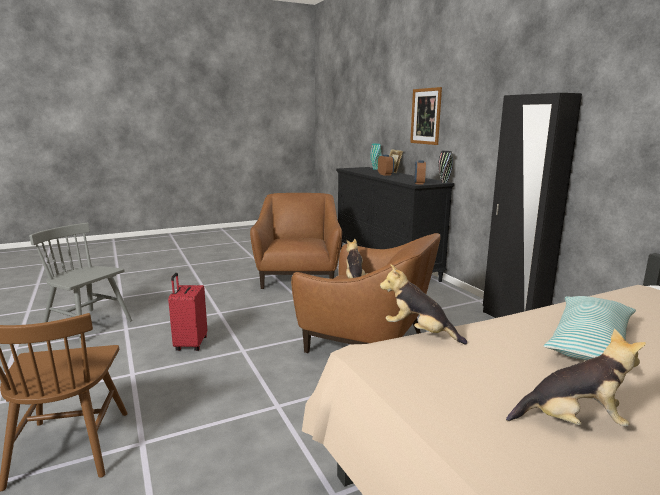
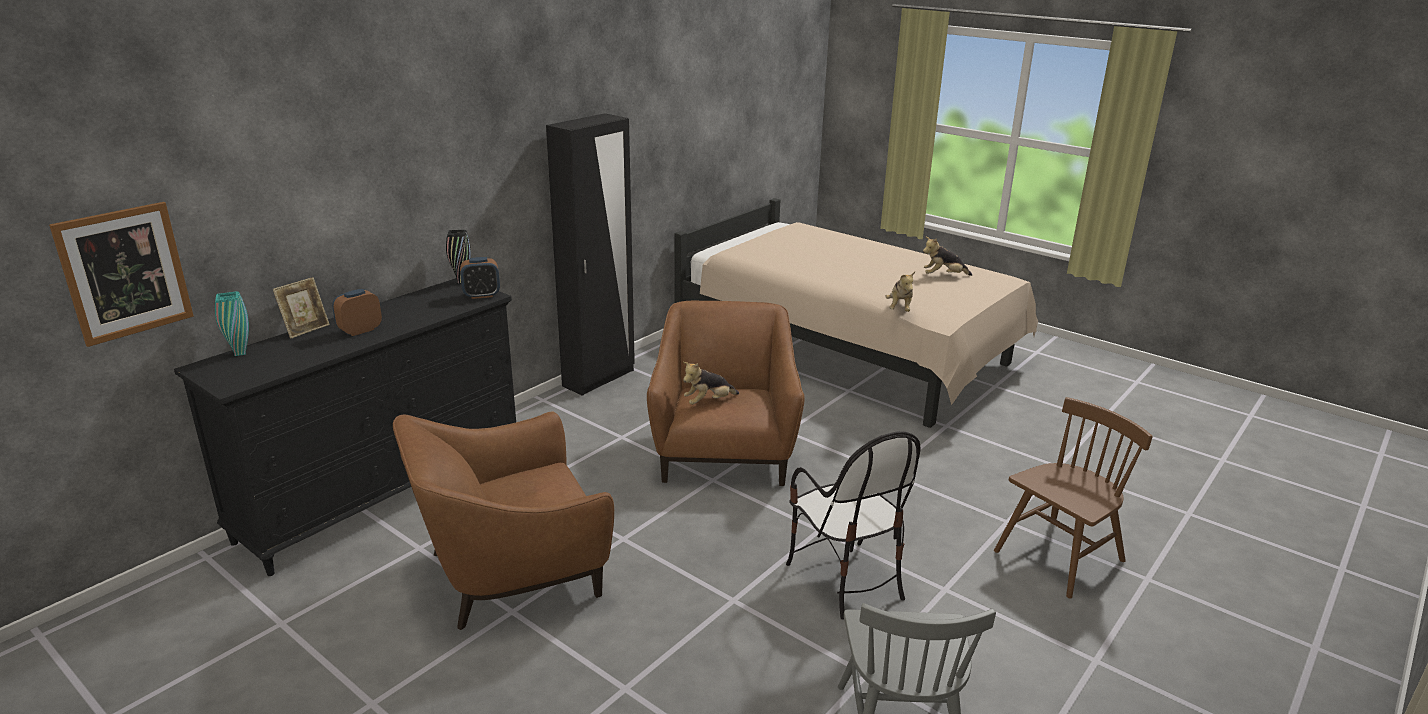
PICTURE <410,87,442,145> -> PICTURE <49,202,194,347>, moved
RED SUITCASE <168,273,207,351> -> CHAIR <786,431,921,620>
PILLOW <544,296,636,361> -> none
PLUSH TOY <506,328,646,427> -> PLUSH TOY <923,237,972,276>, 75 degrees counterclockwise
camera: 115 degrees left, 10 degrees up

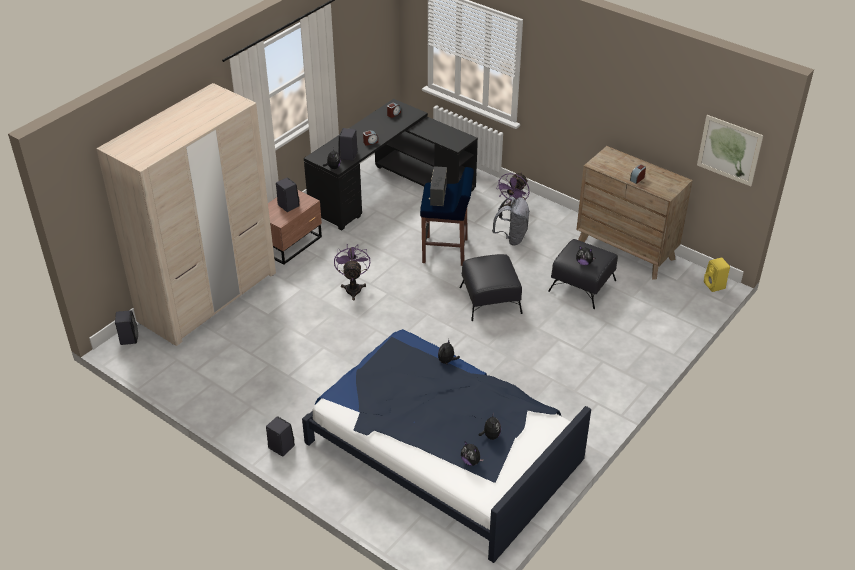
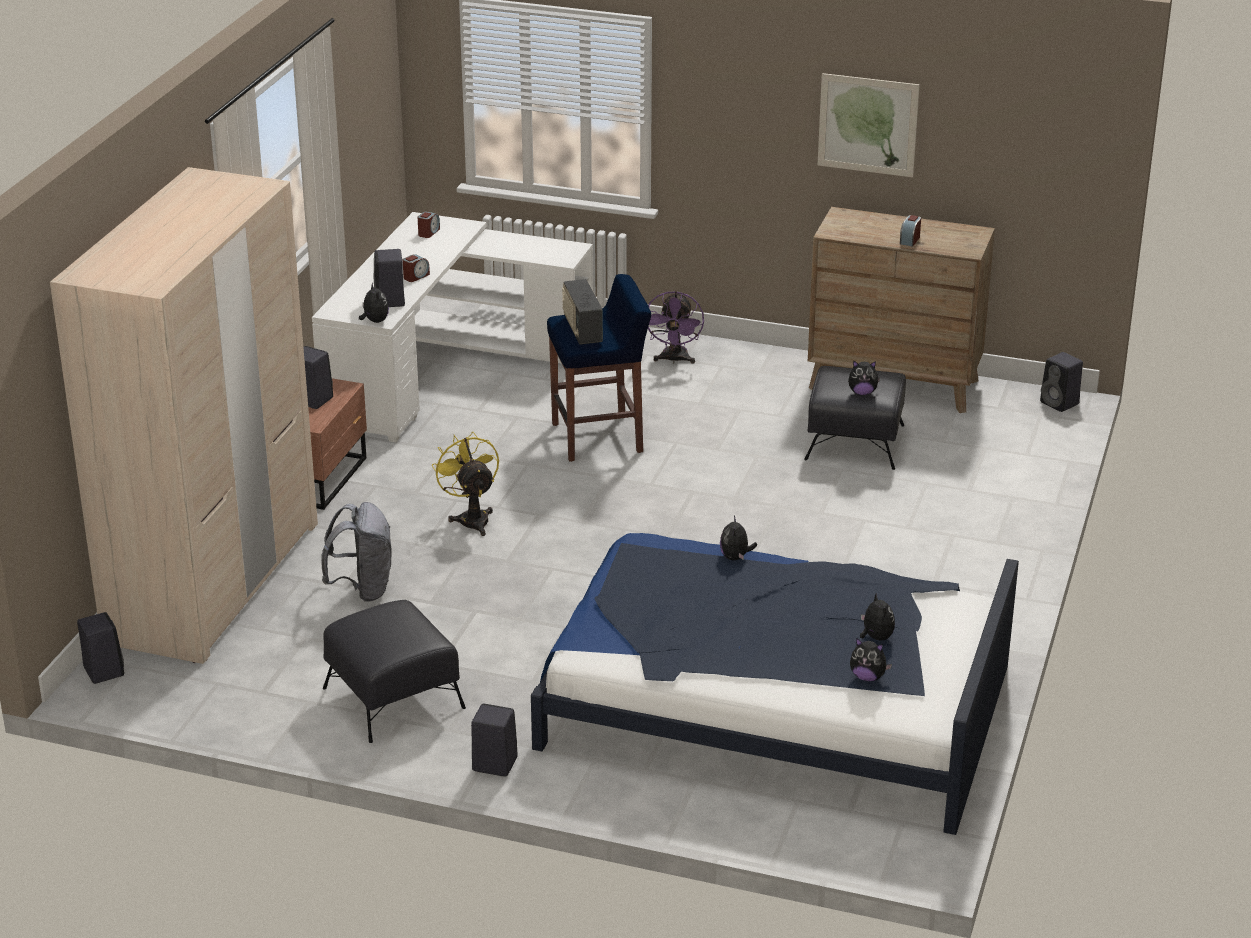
BLACK DESK <304,99,478,230> -> WHITE DESK <312,212,593,442>
PICTURE <697,115,763,186> -> PICTURE <818,73,920,177>, moved
GREY BACKPACK <492,196,530,245> -> GREY BACKPACK <321,502,391,602>, moved
PURPLE FAN <334,244,370,301> -> YELLOW FAN <432,432,499,536>
BLACK OTTOMAN <460,254,523,321> -> BLACK OTTOMAN <323,600,466,743>, moved
YELLOW SPEAKER <704,258,730,292> -> BLACK SPEAKER <1040,352,1083,412>
camera: 20 degrees left, 10 degrees down

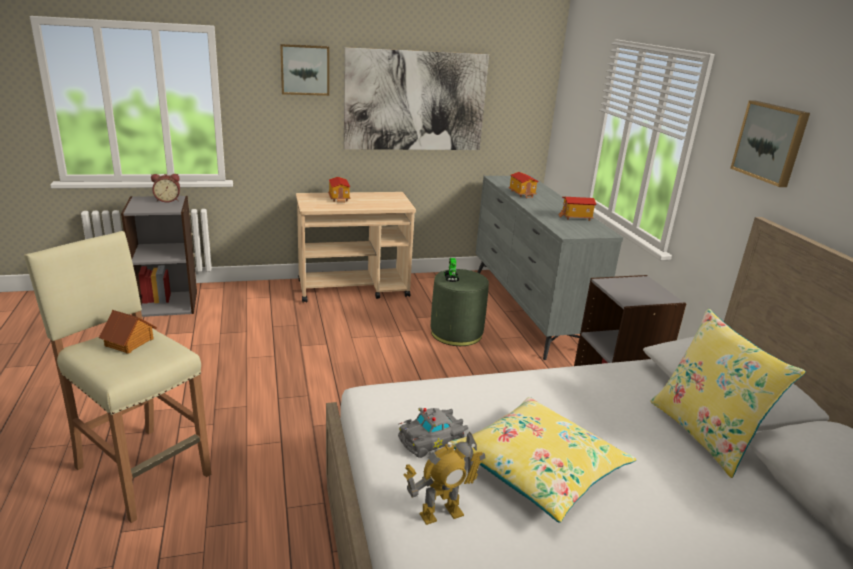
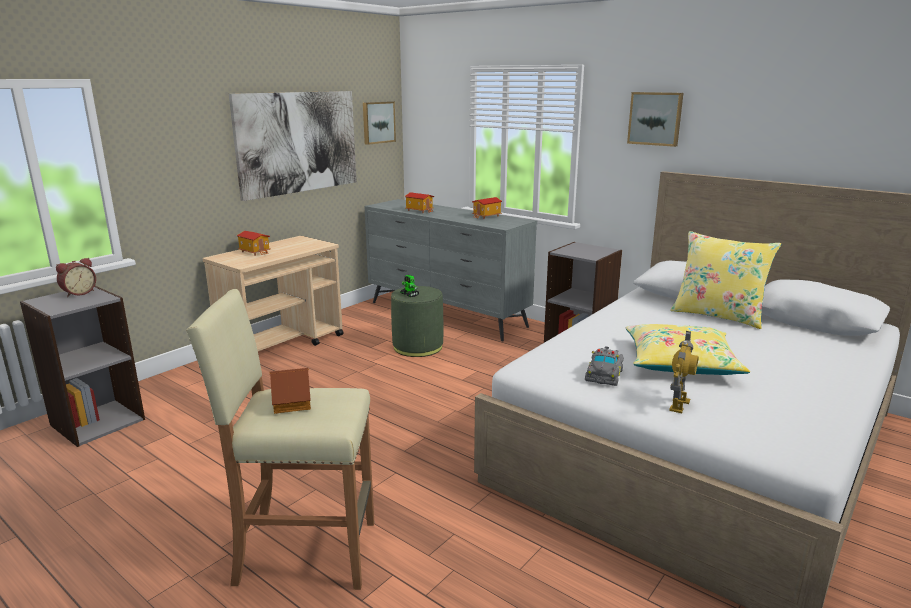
PICTURE <280,44,329,96> -> PICTURE <363,101,396,145>, moved
camera: 35 degrees left, 5 degrees down

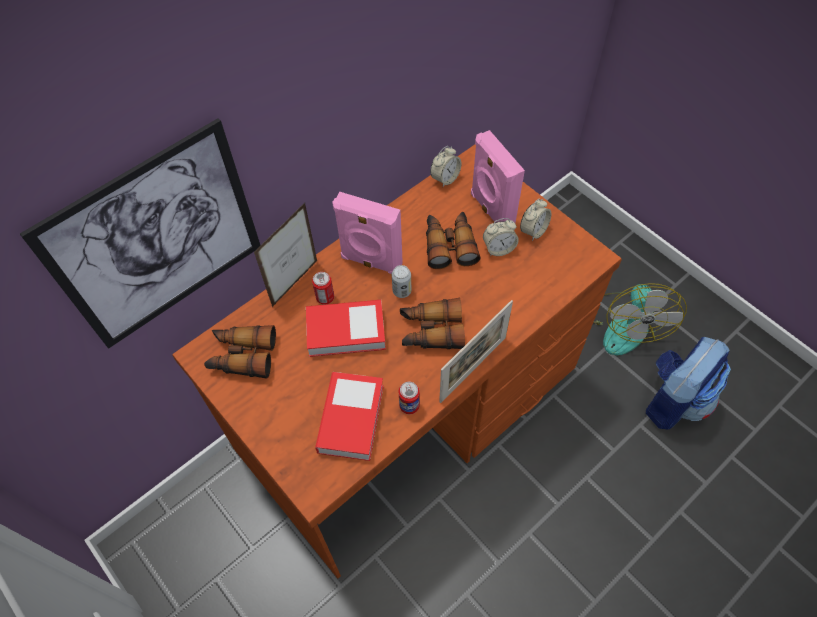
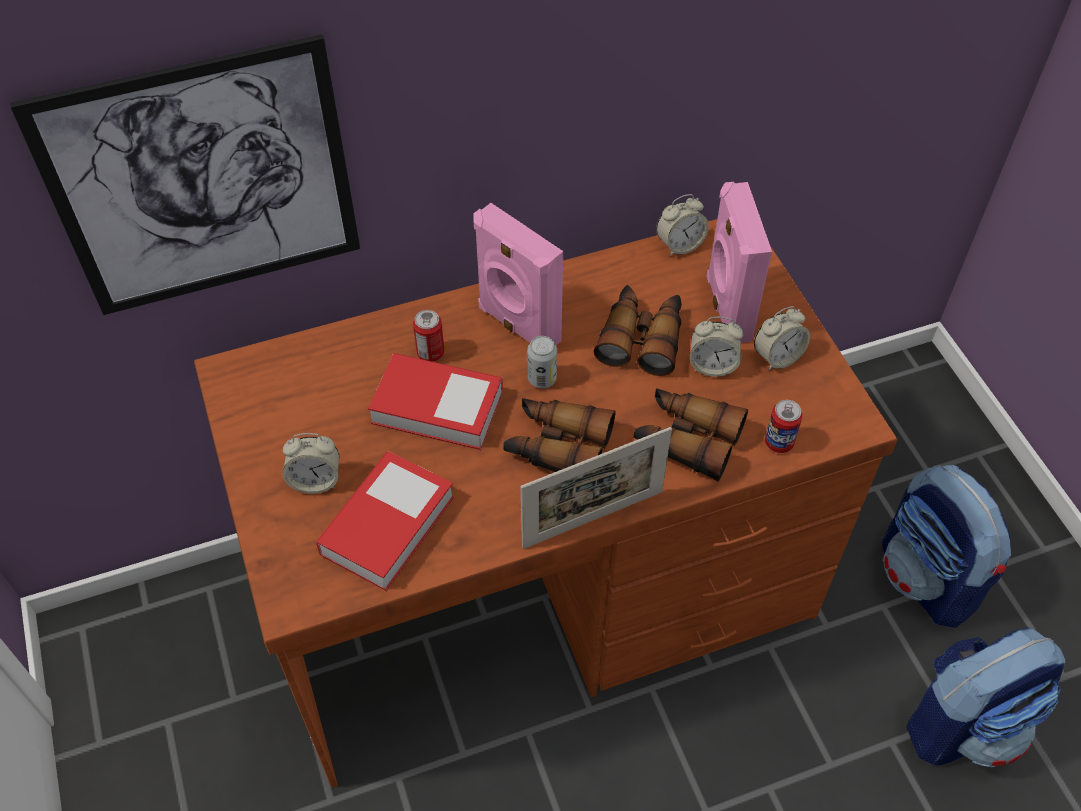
PICTURE FRAME <254,203,318,307> -> none
FAN <593,283,687,356> -> BACKPACK <882,465,1011,628>
BINOCULARS <204,325,276,379> -> BINOCULARS <634,388,748,482>, moved
CAN <399,382,420,414> -> CAN <765,400,803,453>, moved
none -> ALARM CLOCK <282,433,339,494>
camera: 20 degrees right, 5 degrees down

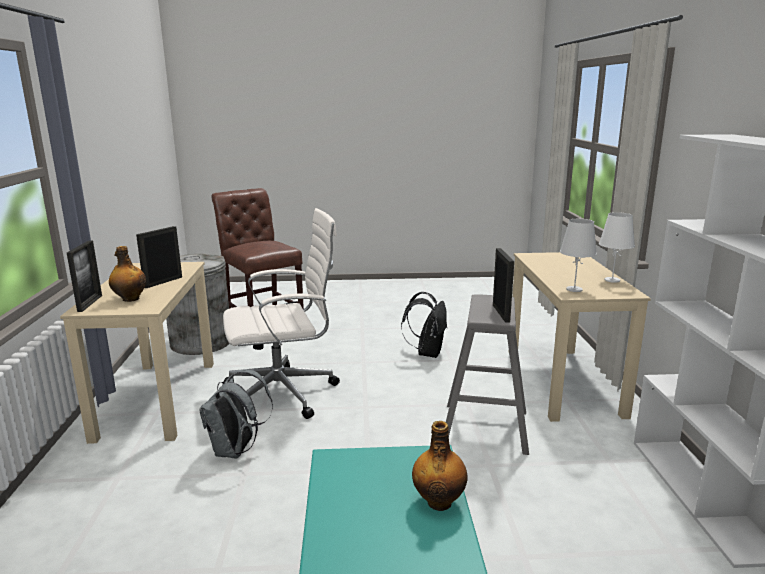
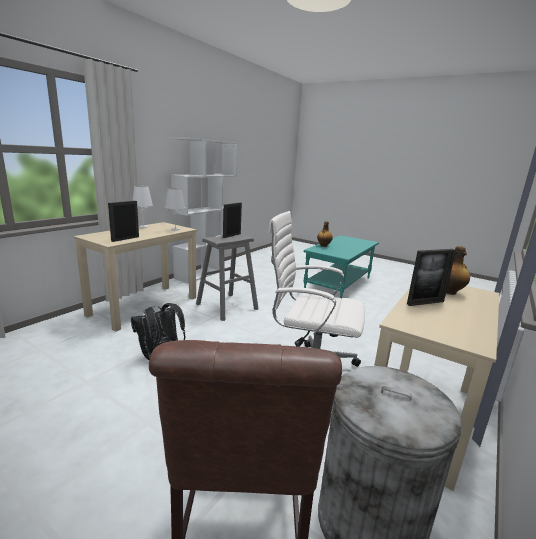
PICTURE FRAME <67,241,102,312> -> PICTURE FRAME <108,201,139,242>, moved
GREY BACKPACK <199,370,273,458> -> none
camera: 145 degrees left, 0 degrees up

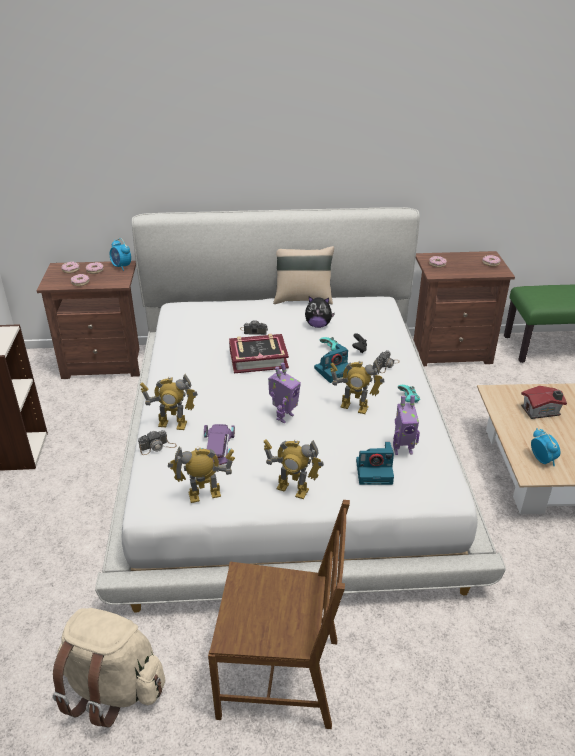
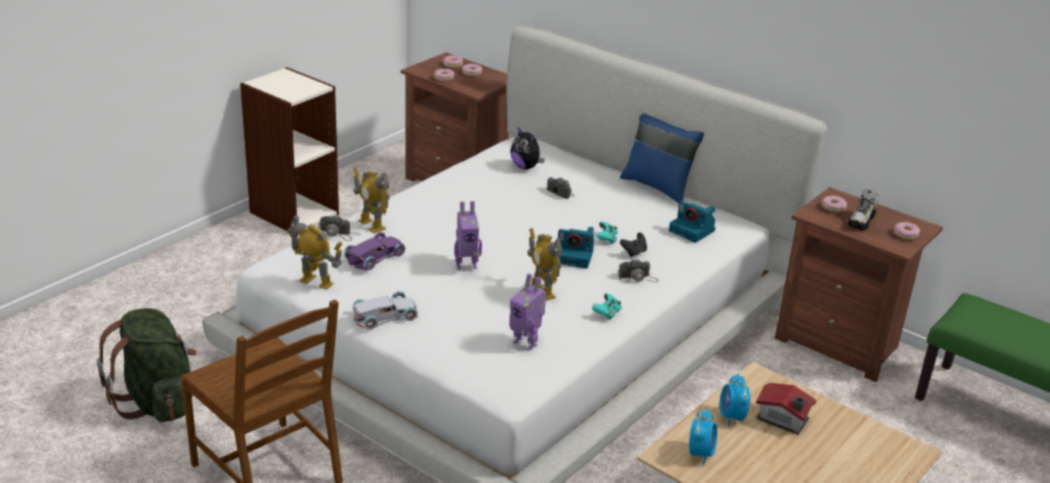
ALARM CLOCK <110,238,131,271> -> ALARM CLOCK <719,374,750,426>, moved
BEIGE PILLOW <273,246,334,304> -> BLUE PILLOW <620,113,704,203>
PLUSH TOY <305,296,335,328> -> PLUSH TOY <510,127,545,169>, moved
BOOK <229,334,289,373> -> none
TOY ROBOT <264,439,324,499> -> WHITE TOY CAR <352,291,418,330>
PHOTO CAMERA <356,442,394,485> -> PHOTO CAMERA <669,201,715,243>, moved
BEIGE BACKPACK <53,608,165,727> -> GREEN BACKPACK <97,308,197,422>
none -> SHOE <848,188,879,230>
camera: 40 degrees right, 5 degrees down

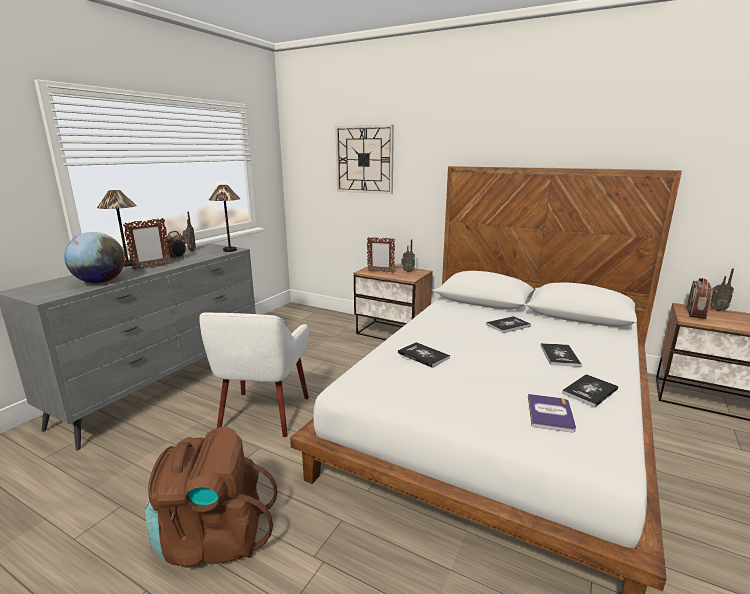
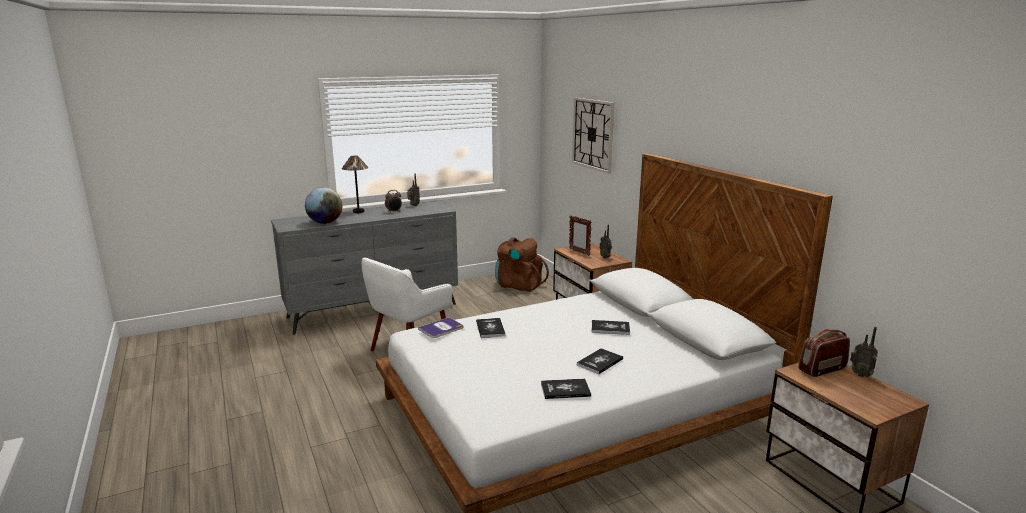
TABLE LAMP <209,185,240,252> -> none
PICTURE FRAME <123,218,171,270> -> none
BOOK <528,394,576,433> -> BOOK <418,317,463,338>, moved
BROWN BACKPACK <145,426,278,568> -> BROWN BACKPACK <495,238,549,292>, moved
camera: 35 degrees right, 0 degrees up

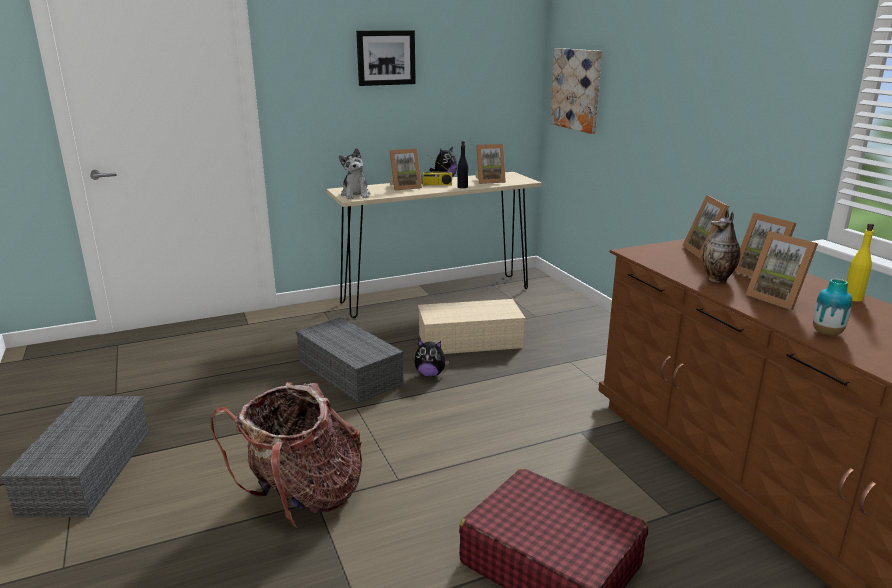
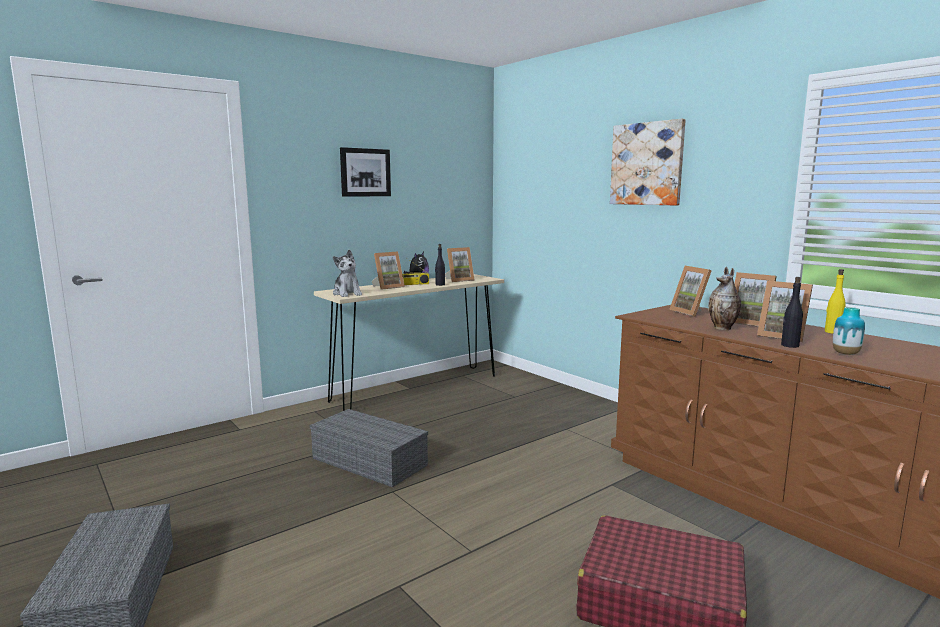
PICTURE <550,48,602,134> -> PICTURE <610,119,686,206>, moved
BEIGE STORAGE BOX <418,299,525,354> -> none
PLUSH TOY <415,340,449,377> -> none
BACKPACK <210,382,362,528> -> none
none -> BLACK BOTTLE <781,277,803,348>
camera: 15 degrees left, 10 degrees down

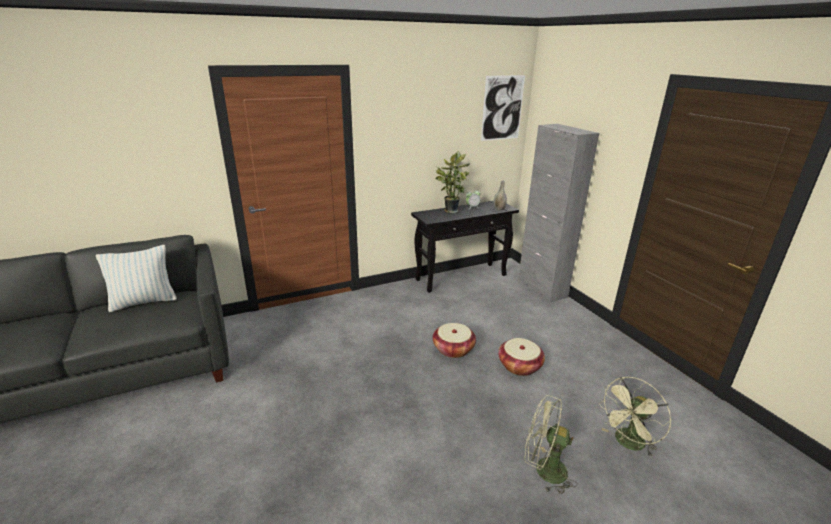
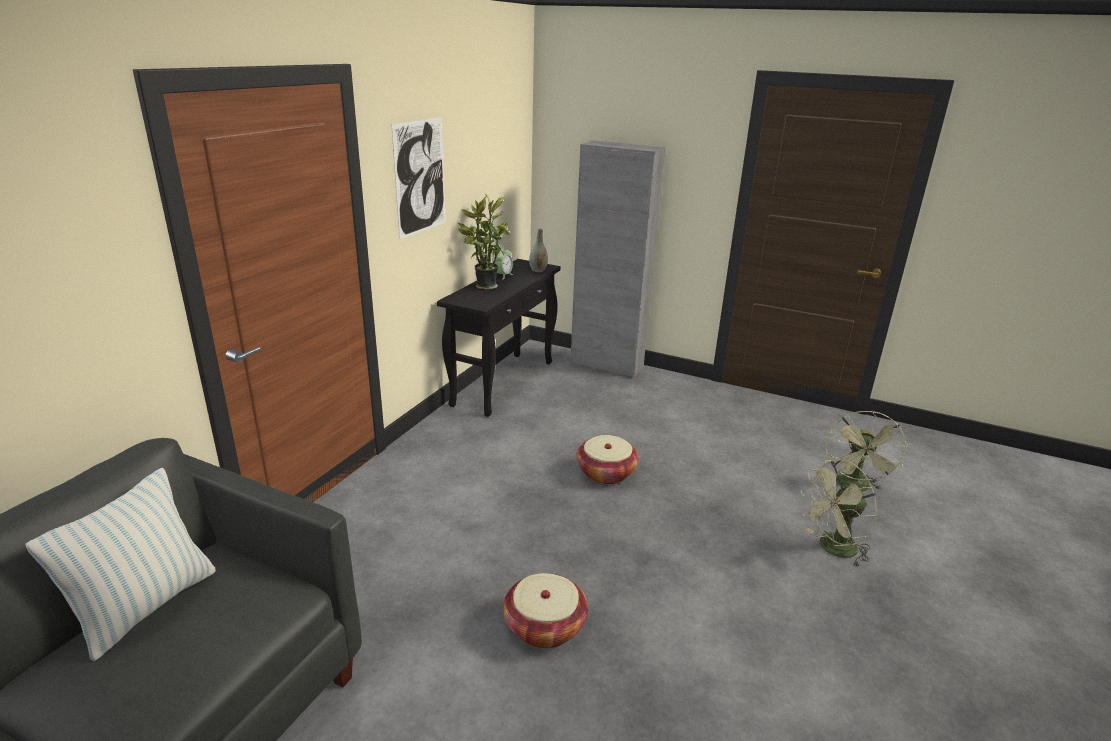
PICTURE <481,75,525,141> -> PICTURE <392,117,446,239>, moved
BASKET <498,338,545,376> -> BASKET <503,573,588,648>, moved
camera: 40 degrees left, 0 degrees up

